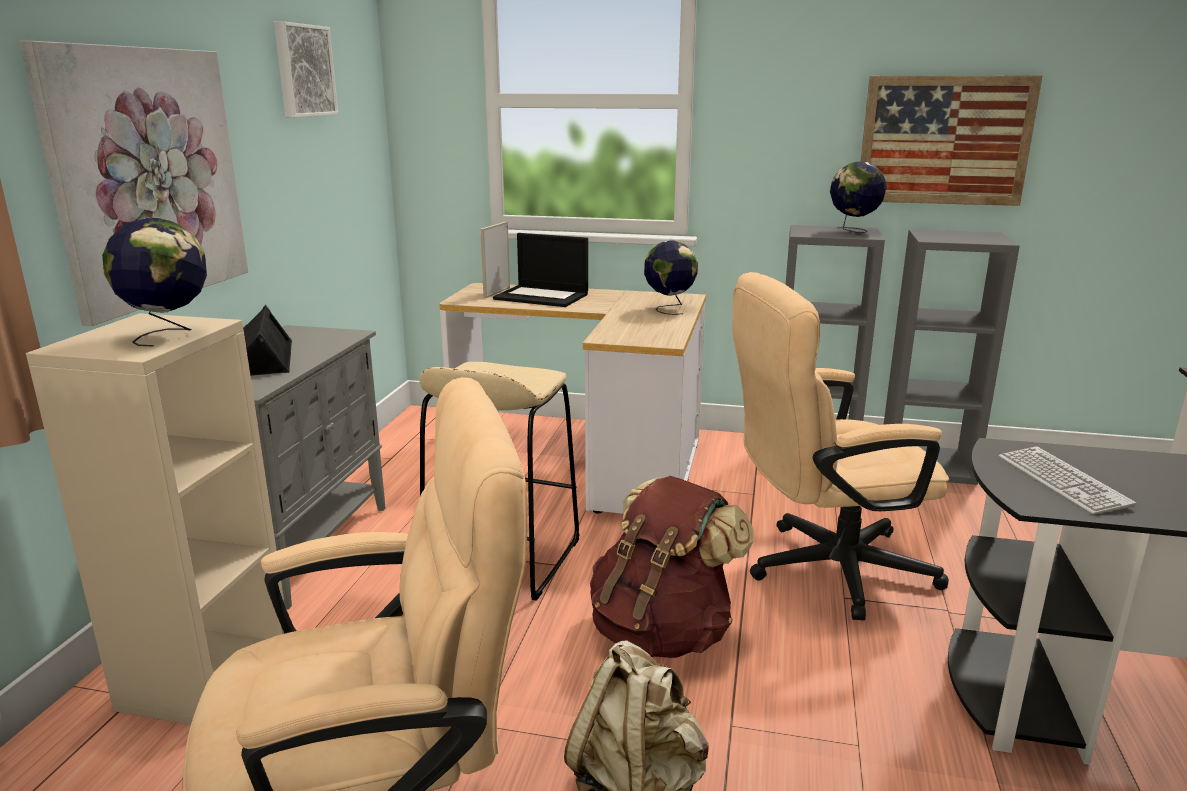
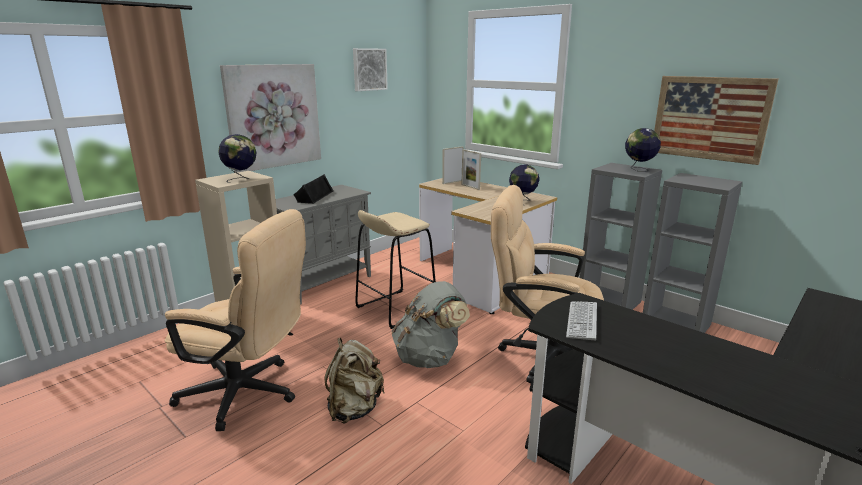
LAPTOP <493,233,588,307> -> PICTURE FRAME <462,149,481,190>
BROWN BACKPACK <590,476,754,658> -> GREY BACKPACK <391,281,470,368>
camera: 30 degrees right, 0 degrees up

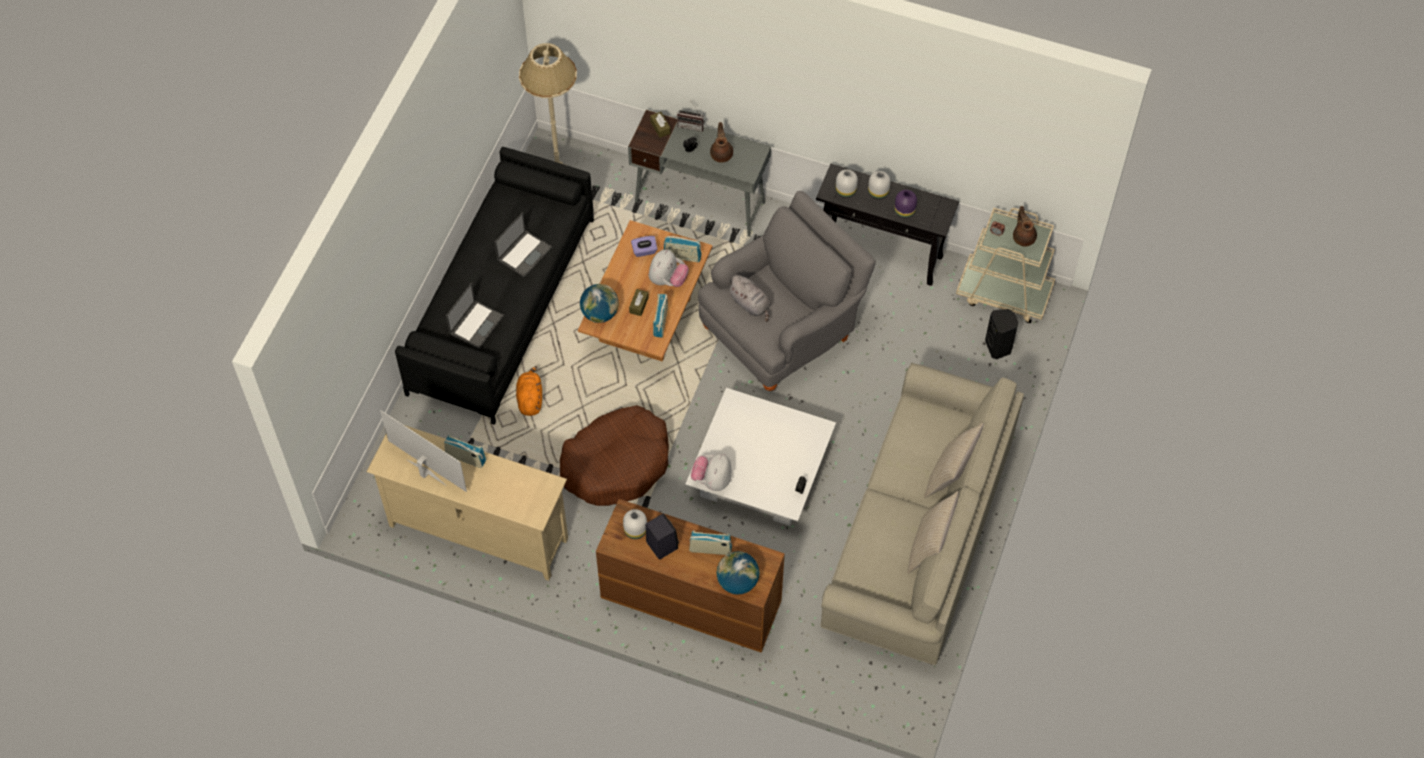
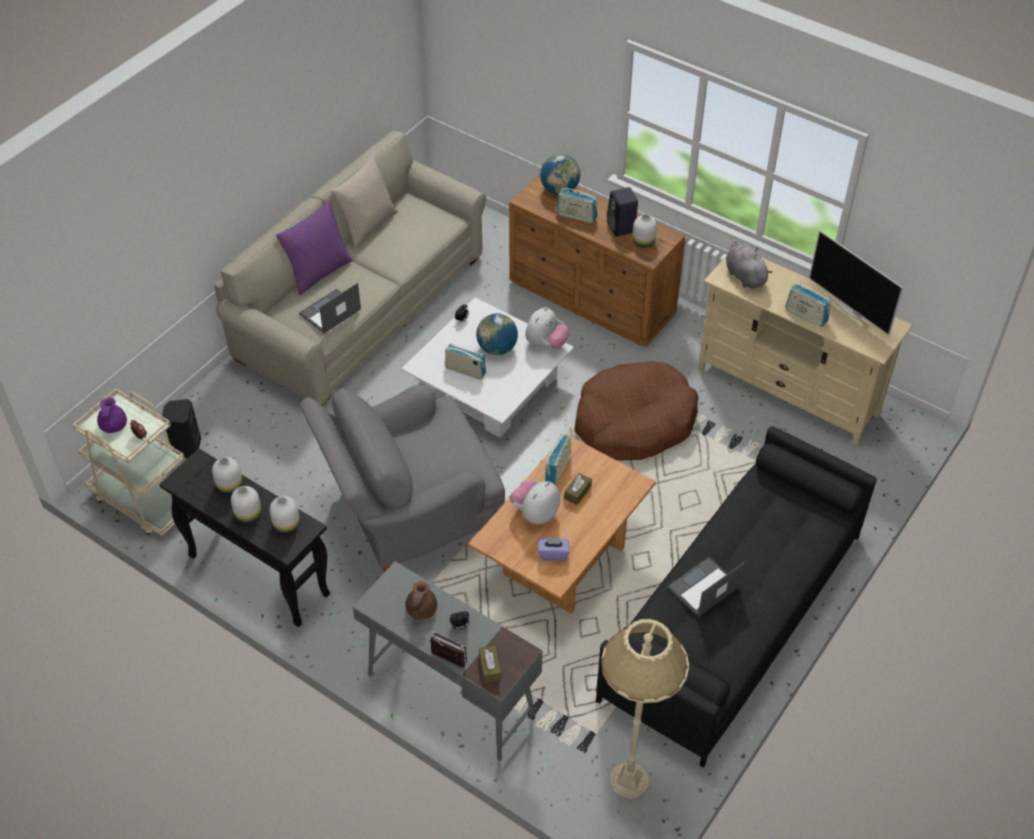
PURPLE VASE <894,190,917,218> -> WHITE VASE <212,457,242,494>
BROWN TEAPOT <1013,206,1037,246> -> PURPLE TEAPOT <97,397,127,433>
RADIO <664,236,701,262> -> RADIO <445,343,486,380>, moved
GREY PLUSH TOY <727,275,771,322> -> GREY PLUSH TOY <726,241,772,288>, moved
LAPTOP <446,283,504,349> -> LAPTOP <299,283,361,334>, moved
GLOBE <580,284,619,323> -> GLOBE <476,314,518,355>, moved
ORANGE PLUSH TOY <516,366,542,416> -> none
BEIGE PILLOW <924,423,984,498> -> PURPLE PILLOW <276,200,353,295>
camera: 165 degrees left, 10 degrees down

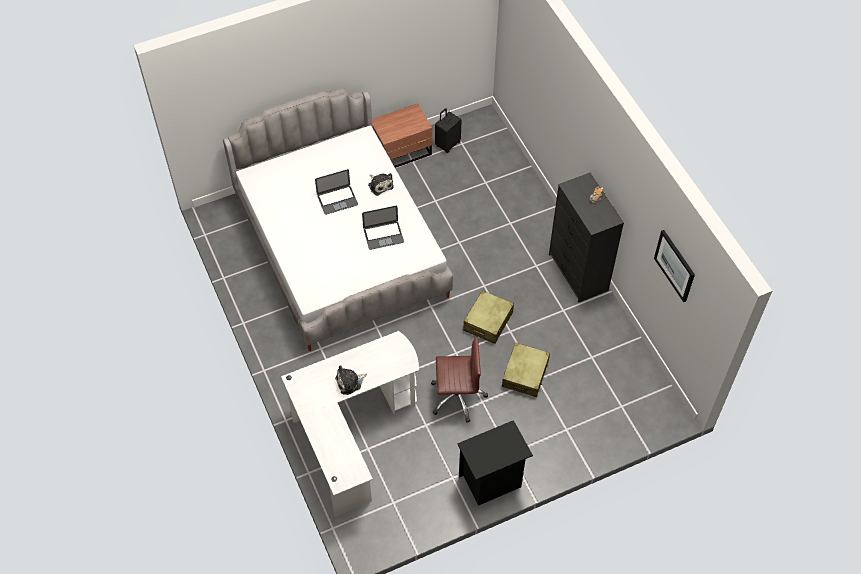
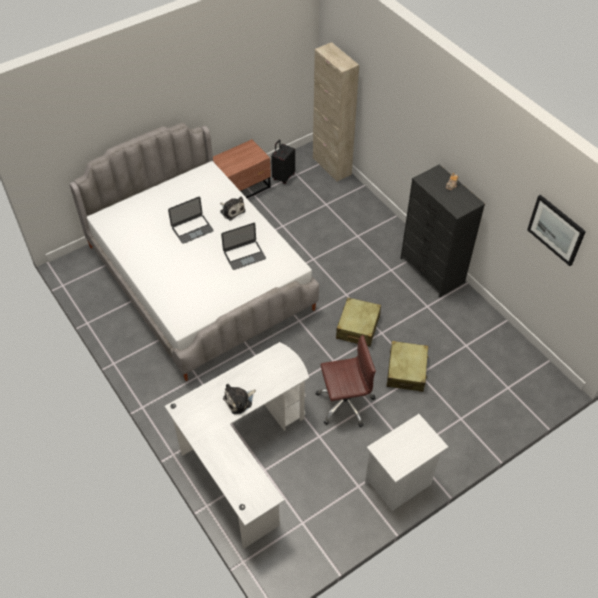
BLACK NIGHTSTAND <457,420,533,506> -> WHITE NIGHTSTAND <365,414,448,511>
none -> BEIGE CABINET <313,42,359,182>
camera: 10 degrees left, 5 degrees down

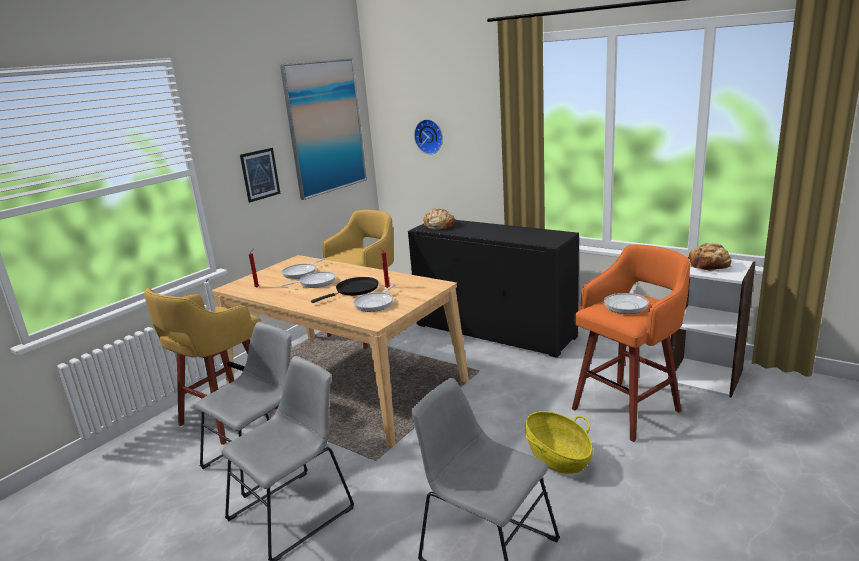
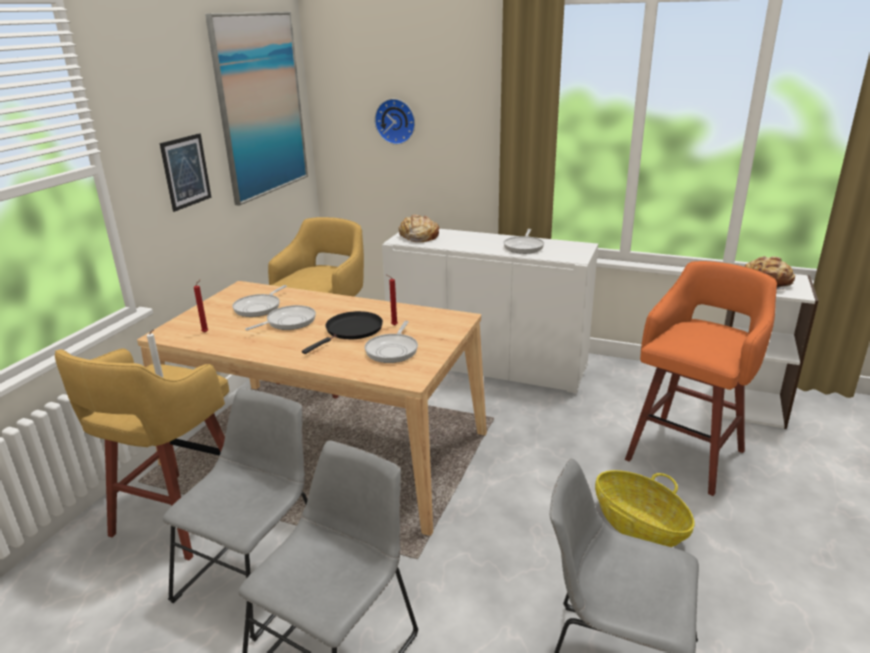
BLACK CABINET <408,220,579,358> -> WHITE CABINET <382,229,598,394>
FRYING PAN <604,284,649,314> -> FRYING PAN <503,229,544,254>, moved
camera: 15 degrees left, 5 degrees up

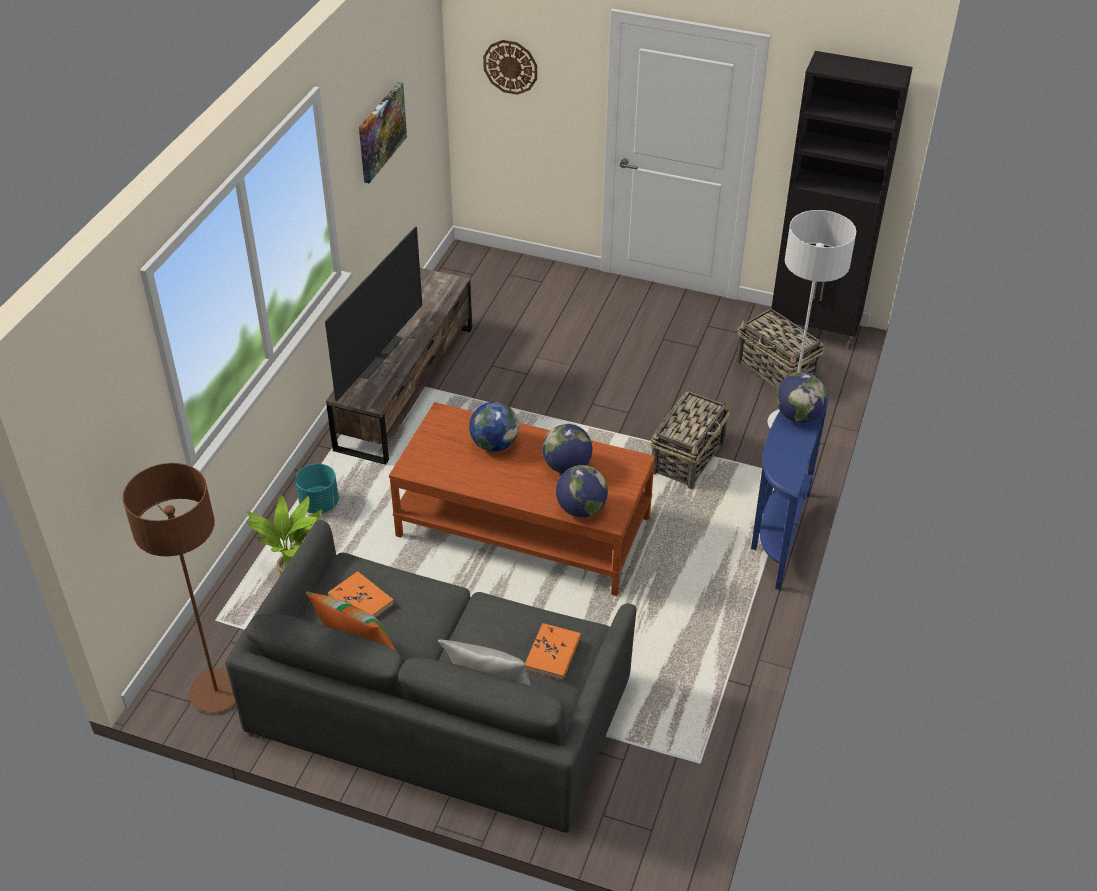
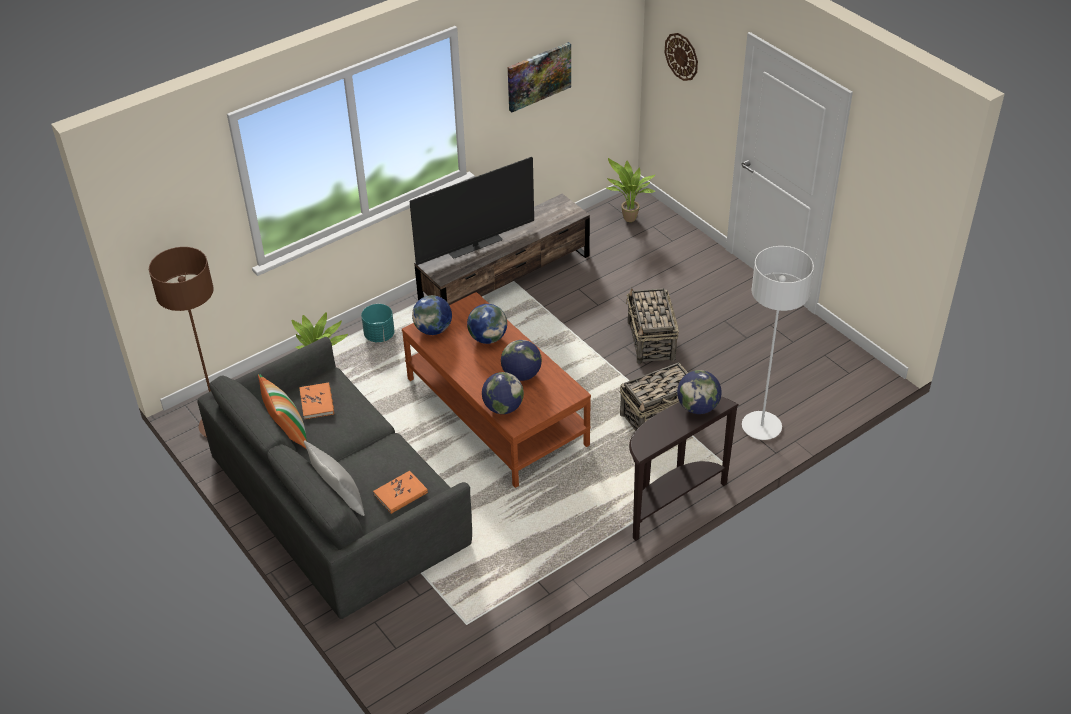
BLACK CABINET <771,51,913,350> -> none
BASKET <736,308,824,389> -> BASKET <626,288,679,364>, moved
BLUE CONSOLE TABLE <751,396,830,590> -> BROWN CONSOLE TABLE <629,396,739,541>
none -> POTTED PLANT <605,158,656,222>
none -> GLOBE <412,295,452,335>
camera: 35 degrees right, 0 degrees up

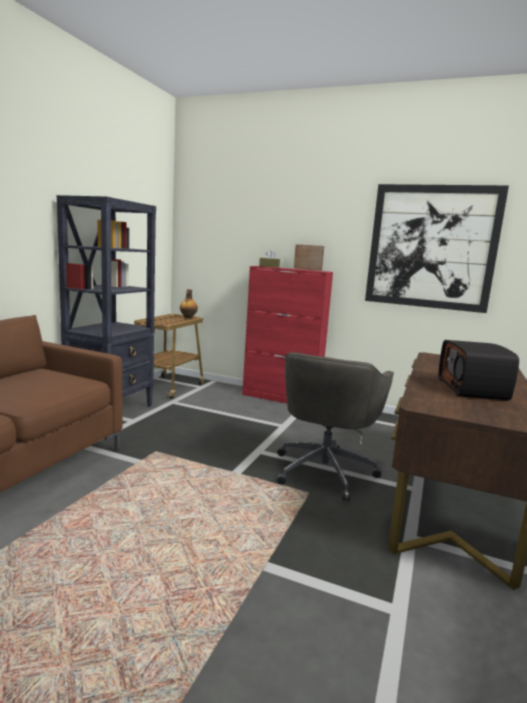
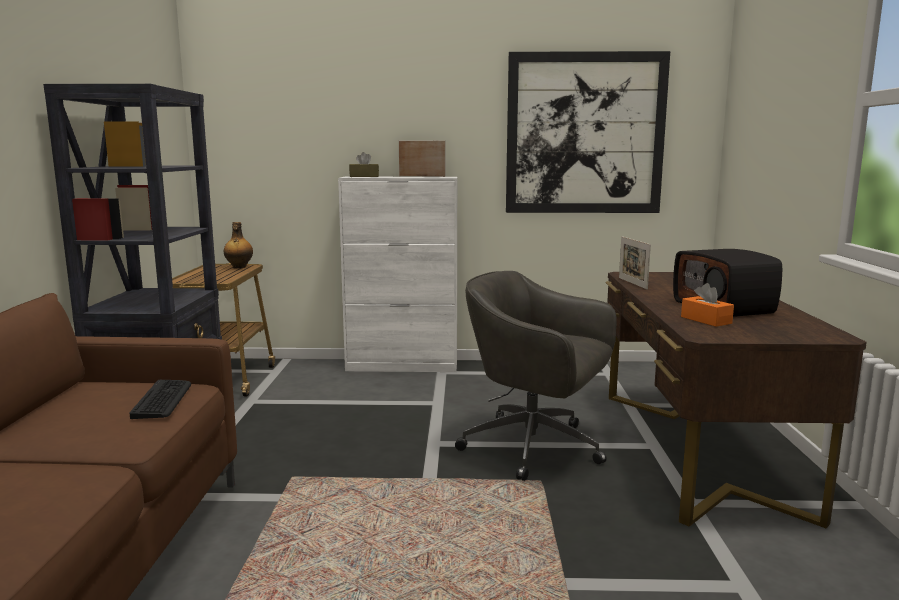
RED CABINET <242,266,333,403> -> WHITE CABINET <338,177,457,372>
GREY OFFICE CHAIR <277,352,394,501> -> GREY OFFICE CHAIR <455,271,617,481>, 120 degrees clockwise
none -> PICTURE FRAME <619,236,651,289>
none -> ORANGE TISSUE BOX <681,283,734,327>
none -> KEYBOARD <130,380,191,419>
camera: 20 degrees left, 0 degrees up

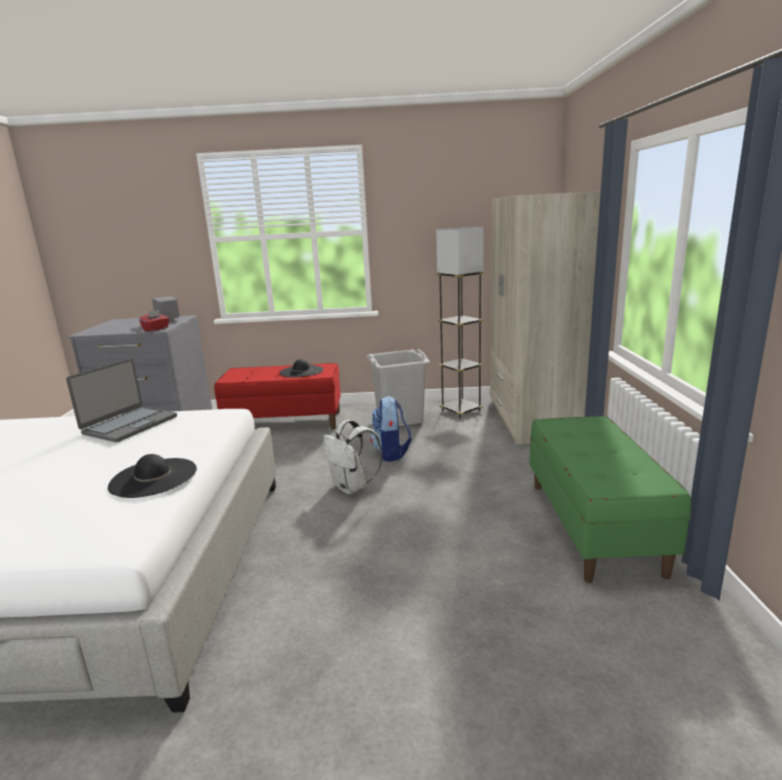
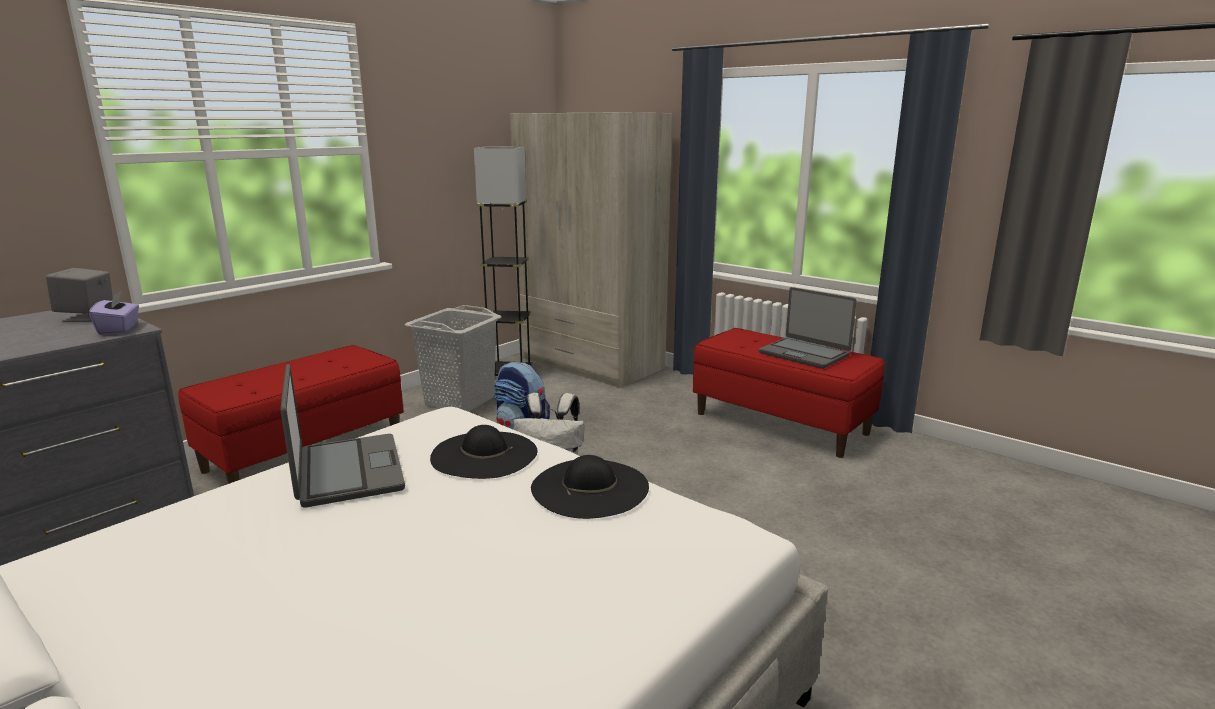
RED TISSUE BOX <139,310,169,331> -> PURPLE TISSUE BOX <89,291,139,335>
BLACK HAT <279,359,323,378> -> BLACK HAT <430,425,537,479>, moved
GREEN BENCH <530,416,691,583> -> RED BENCH <693,328,885,458>
none -> LAPTOP <759,287,857,369>
camera: 50 degrees left, 0 degrees up

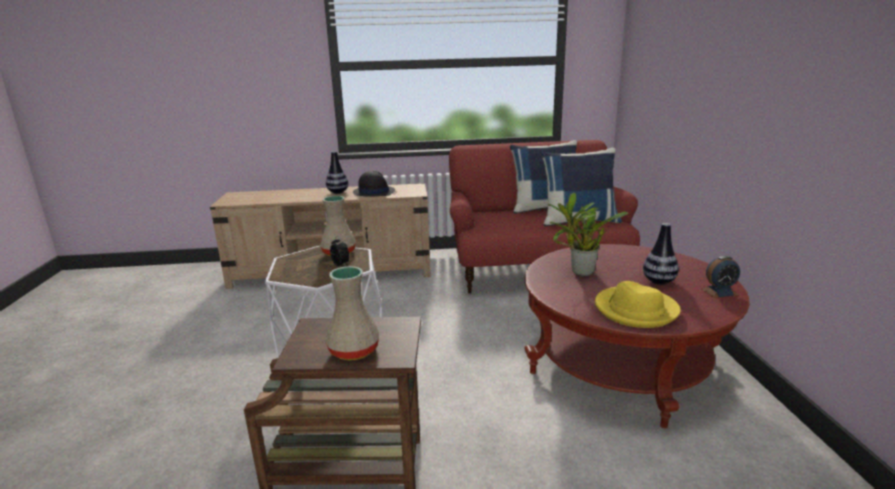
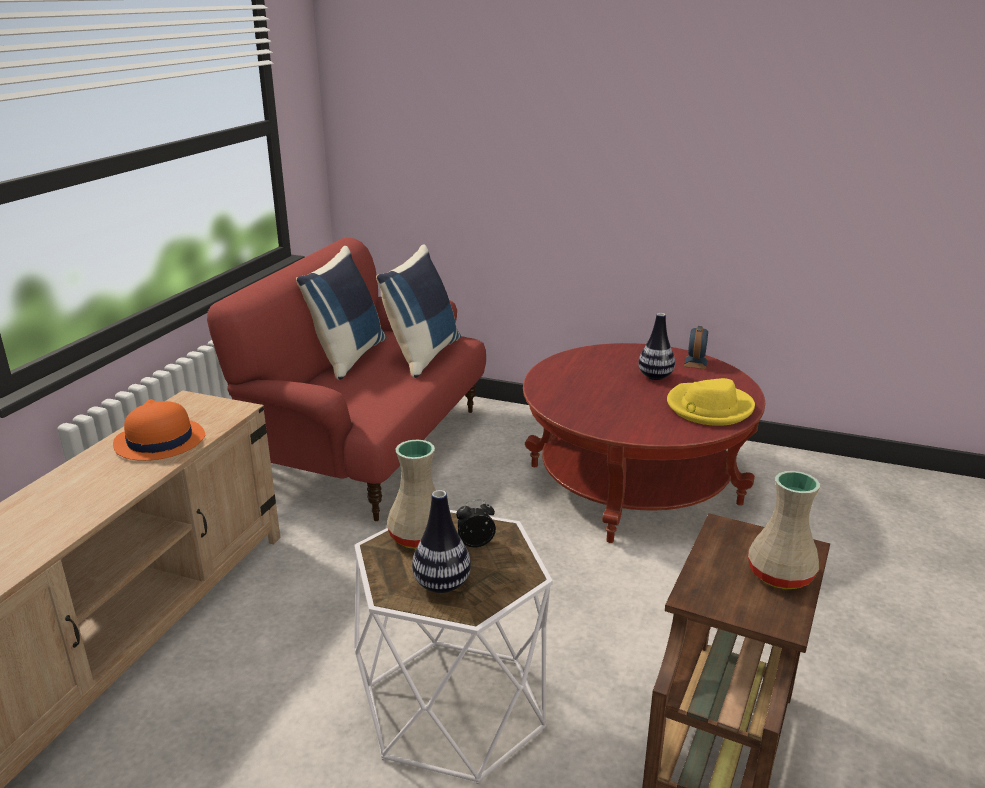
VASE <326,151,348,194> -> VASE <412,490,471,593>, moved
BLACK HAT <353,171,395,197> -> ORANGE HAT <113,399,205,461>
POTTED PLANT <548,193,628,276> -> none
camera: 65 degrees left, 5 degrees up

